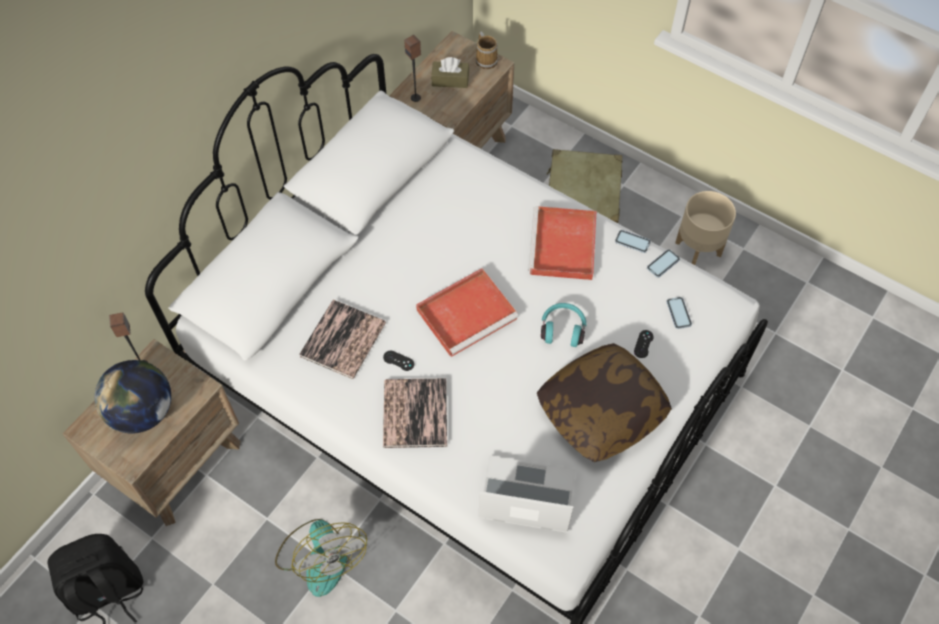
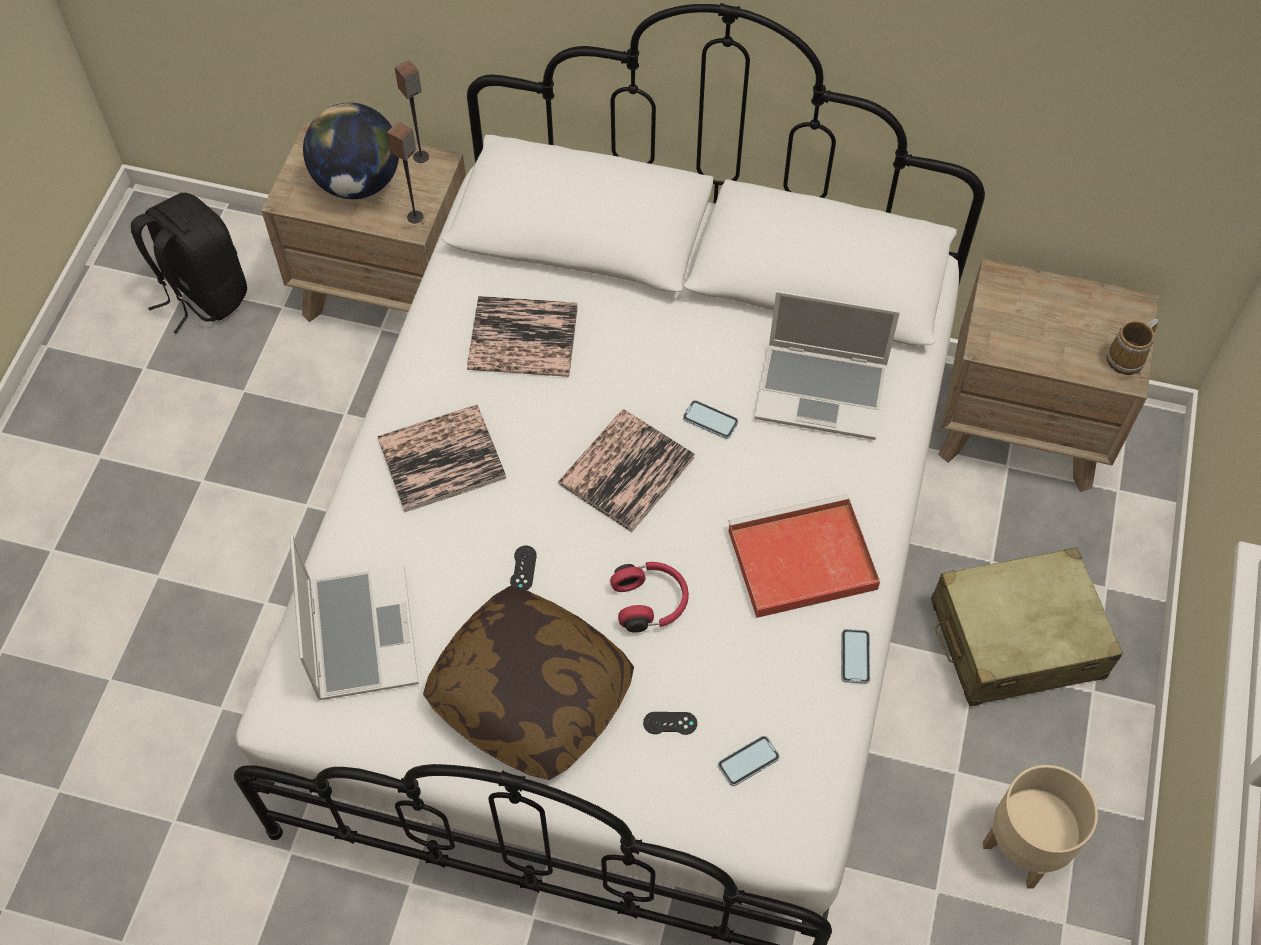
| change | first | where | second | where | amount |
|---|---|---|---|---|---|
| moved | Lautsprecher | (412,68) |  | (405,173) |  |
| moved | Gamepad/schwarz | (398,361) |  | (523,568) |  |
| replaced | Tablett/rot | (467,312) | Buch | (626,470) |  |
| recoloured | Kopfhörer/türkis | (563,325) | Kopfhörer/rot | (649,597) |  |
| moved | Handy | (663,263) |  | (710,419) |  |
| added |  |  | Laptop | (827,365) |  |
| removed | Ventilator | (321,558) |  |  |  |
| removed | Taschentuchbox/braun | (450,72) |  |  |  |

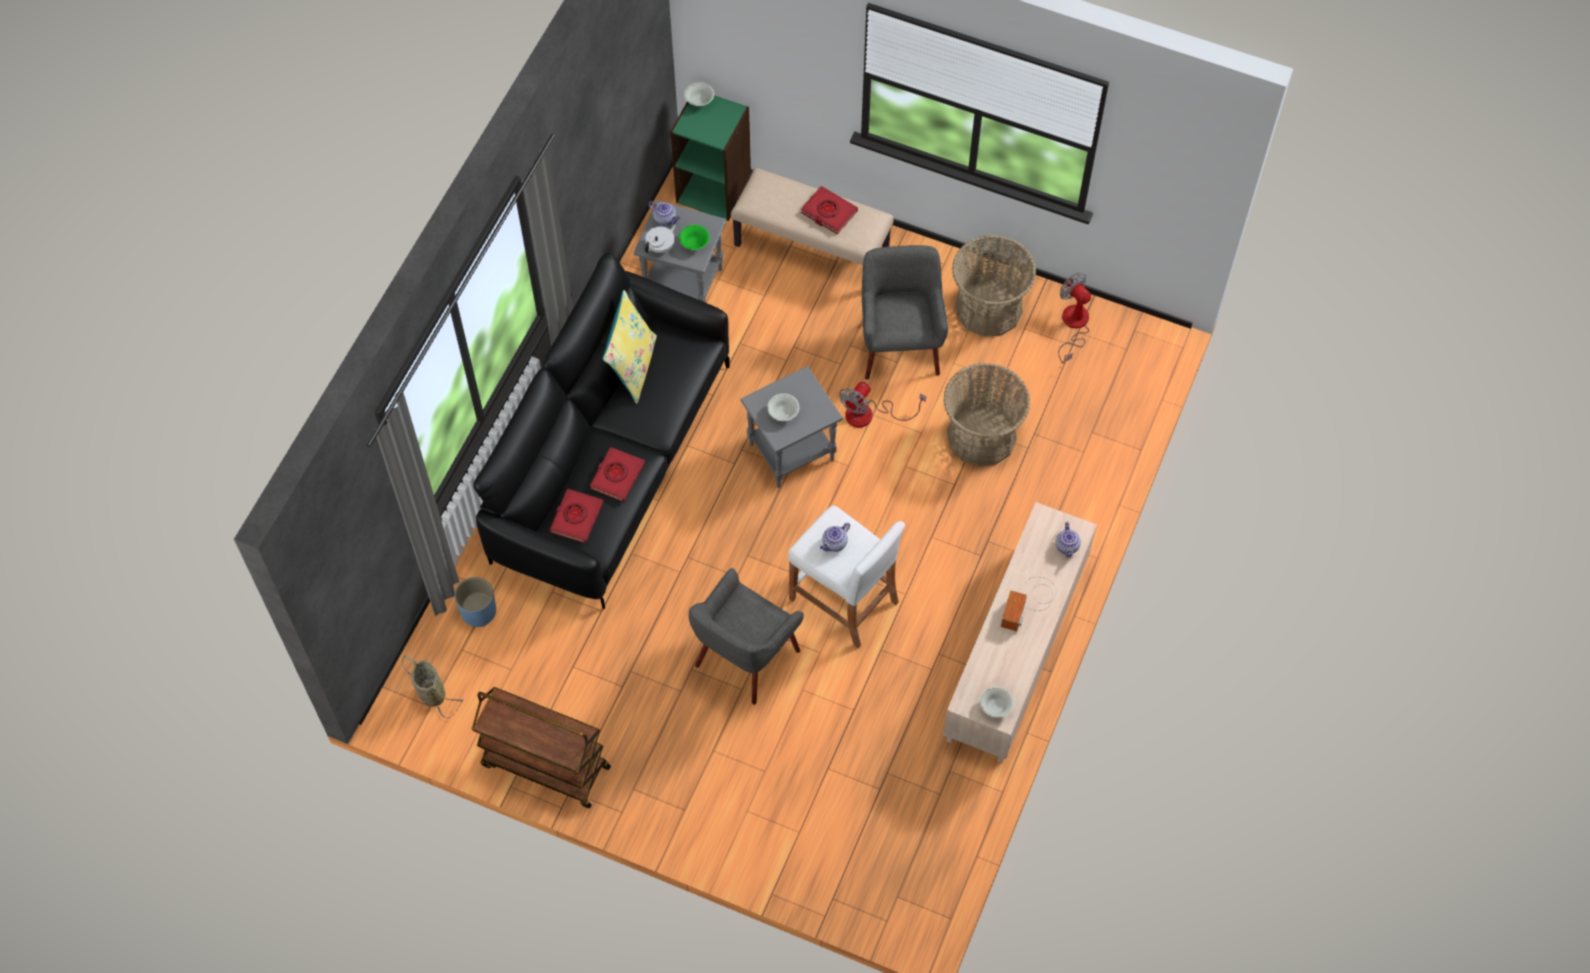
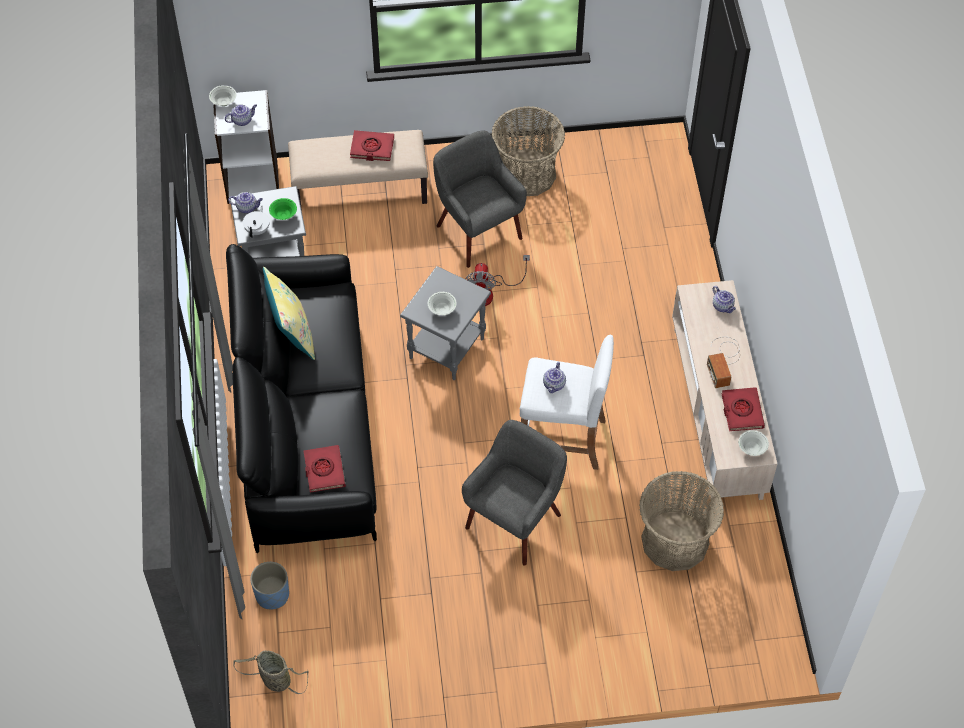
| change | first | where | second | where | amount |
|---|---|---|---|---|---|
| recoloured | Bücherregal/grün | (711,158) | Bücherregal/weiß | (246,147) |  |
| added |  |  | Teekanne | (241,115) |  |
| turned | Sessel/grau | (746,636) |  | (514,493) | 150 degrees counterclockwise |
| moved | Korb | (986,415) |  | (681,521) |  |
| moved | Buch/rot | (617,474) |  | (743,409) |  |
| removed | Rollwagen/braun | (541,747) |  |  |  |
| removed | Ventilator | (1074,318) |  |  |  |

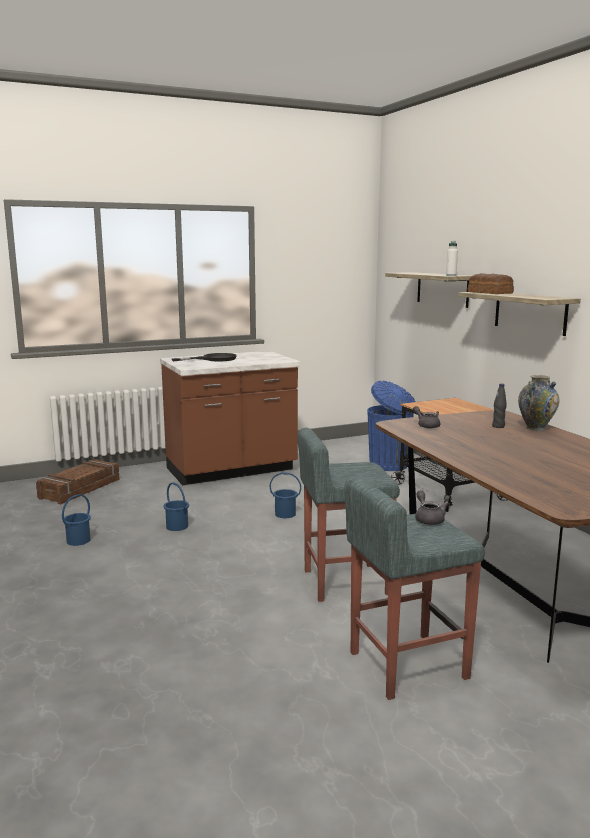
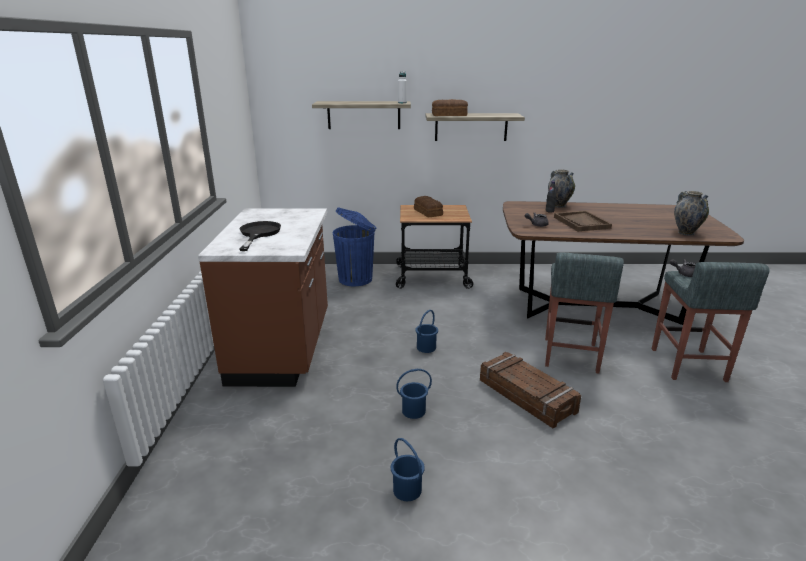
| change | first | where | second | where | amount |
|---|---|---|---|---|---|
| added |  |  | Brot | (428,206) |  |
| moved | Kiste | (78,481) |  | (530,390) |  |
| added |  |  | Tablett/braun | (583,221) |  |
| added |  |  | Vase | (691,213) |  |

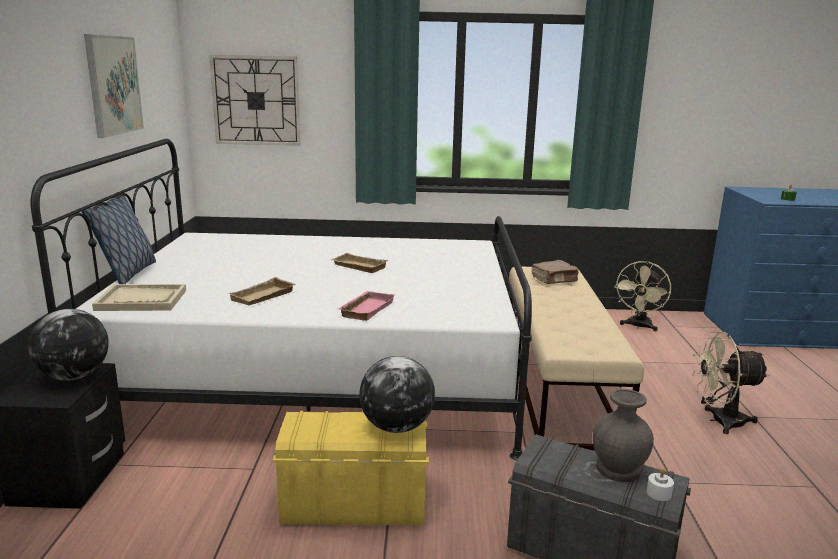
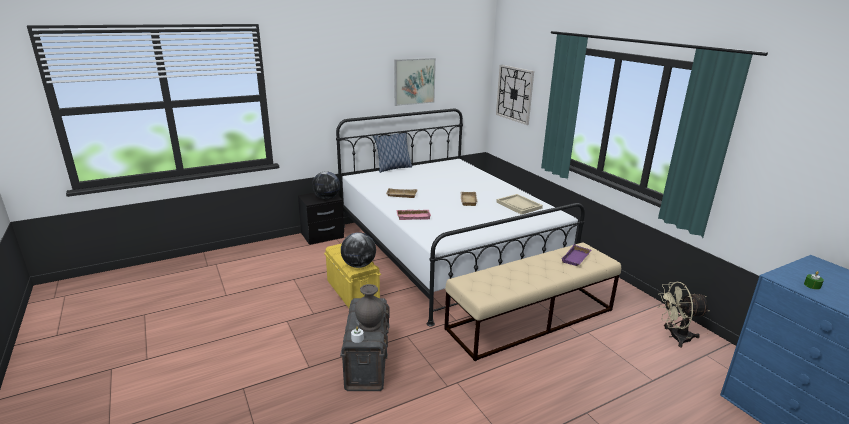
| change | first | where | second | where | amount |
|---|---|---|---|---|---|
| moved | Tablett/beige | (139,297) |  | (519,204) |  |
| replaced | Buch/braun | (555,272) | Tablett/lila | (576,255) |  |
| removed | Ventilator/beige | (730,383) |  |  |  |

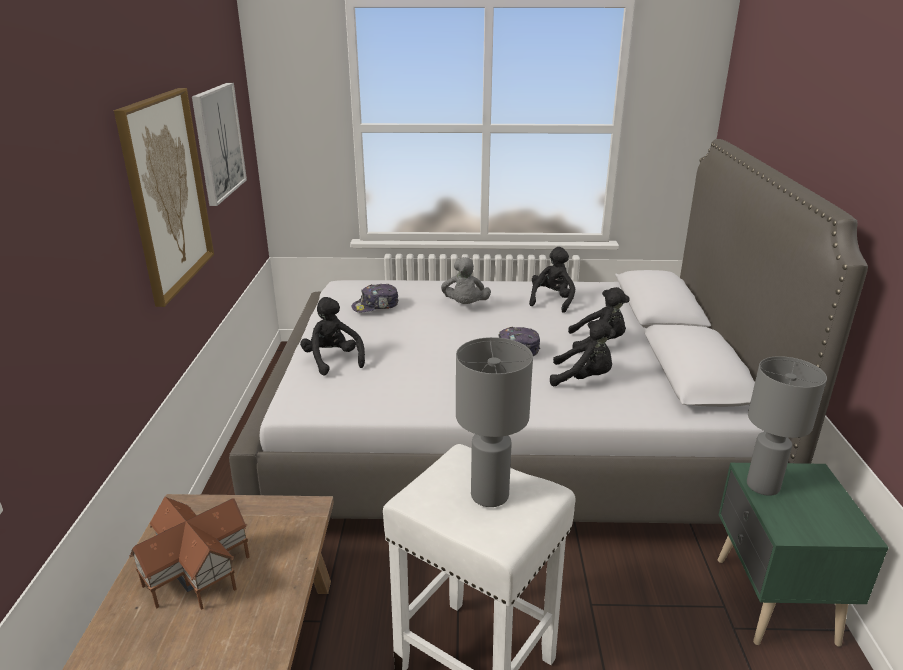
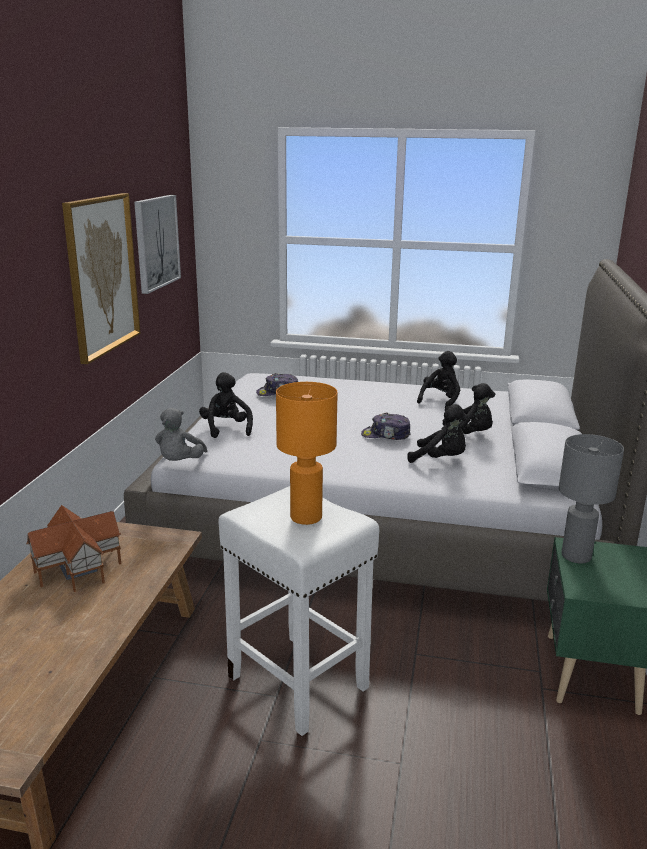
| change | first | where | second | where | amount |
|---|---|---|---|---|---|
| moved | Plüschtier/grau | (466,280) |  | (181,434) |  |
| recoloured | Tischlampe/grau | (494,422) | Tischlampe/orange | (307,453) |  |

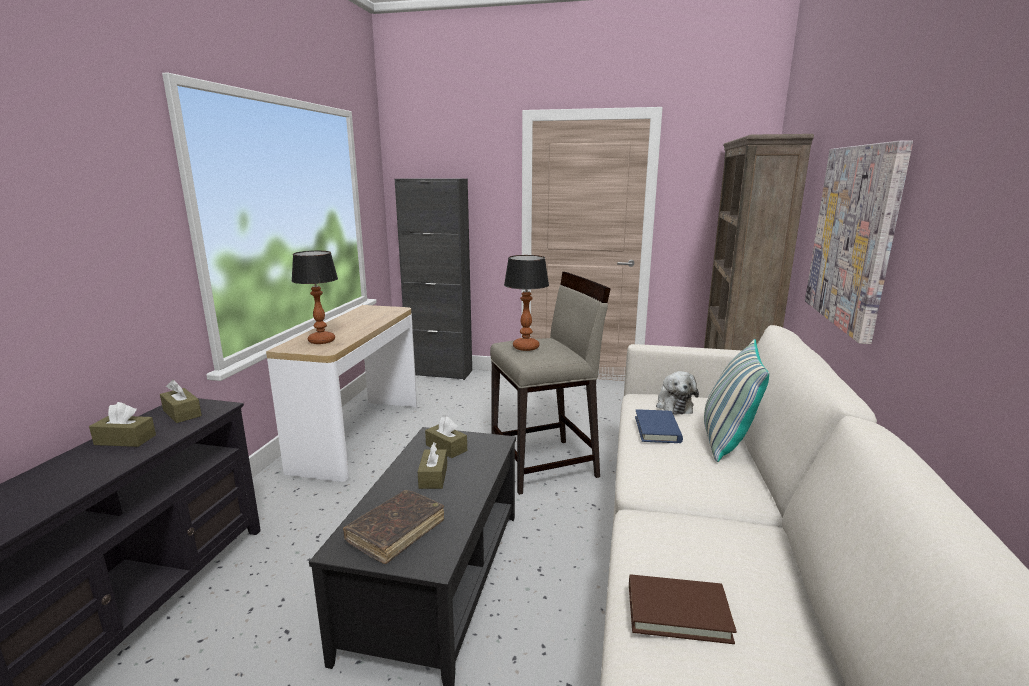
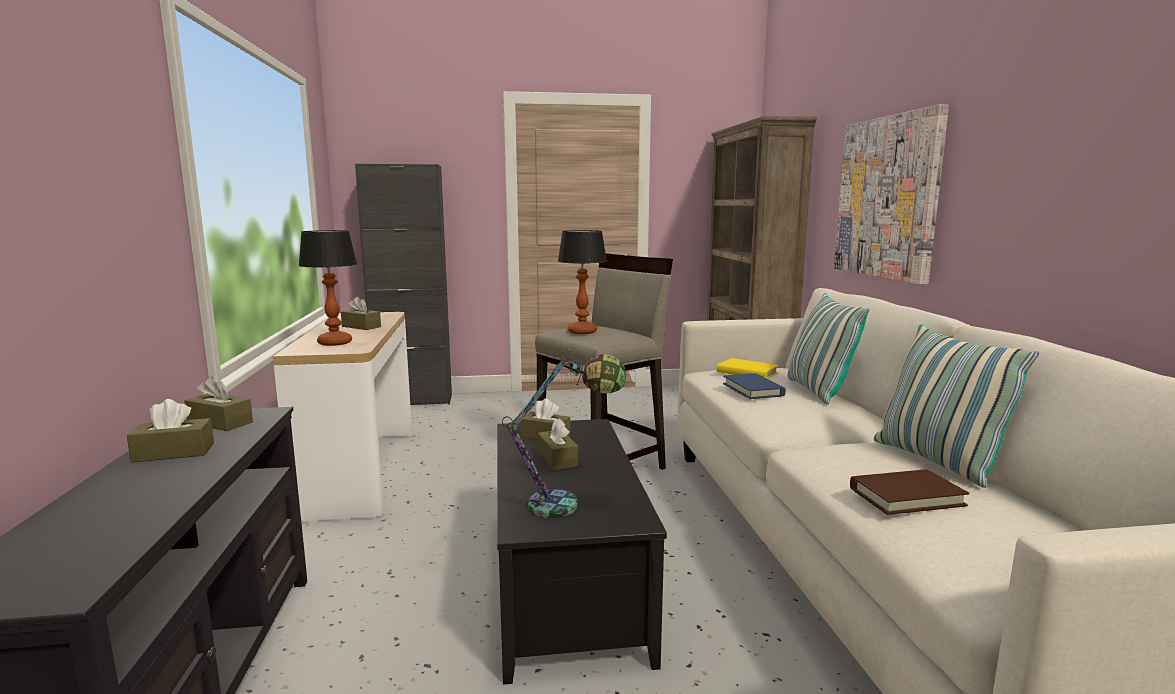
| change | first | where | second | where | amount |
|---|---|---|---|---|---|
| added |  |  | Taschentuchbox/braun | (361,313) |  |
| replaced | Buch/braun | (393,527) | Tischlampe | (564,433) |  |
| replaced | Plüschtier | (677,393) | Buch/gelb | (748,368) |  |
| added |  |  | Kissen | (957,406) |  |

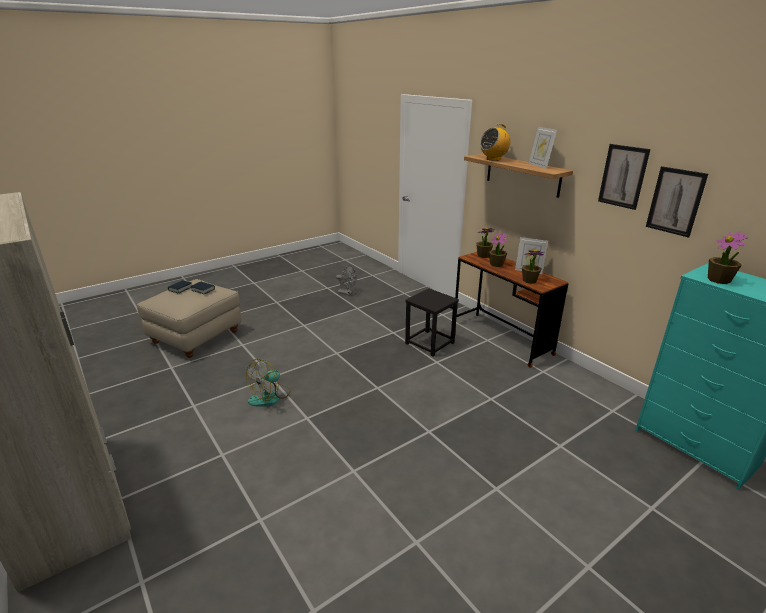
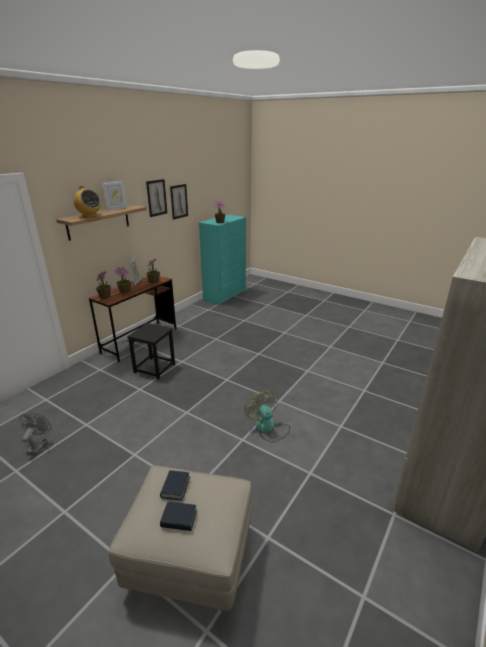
| change | first | where | second | where | amount |
|---|---|---|---|---|---|
| turned | Ventilator | (268,383) |  | (267,416) | 135 degrees counterclockwise |

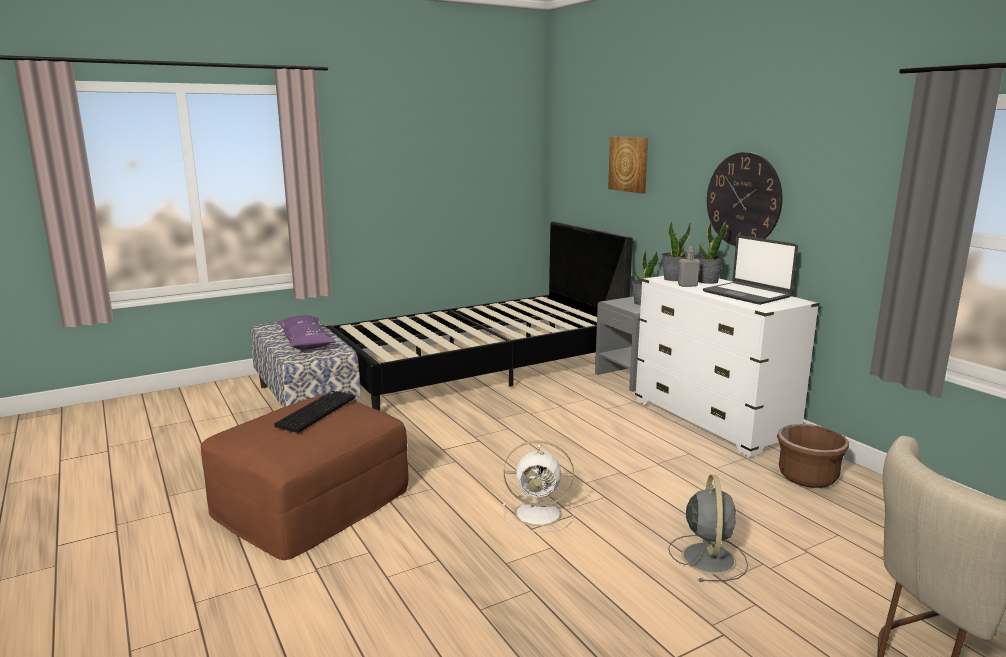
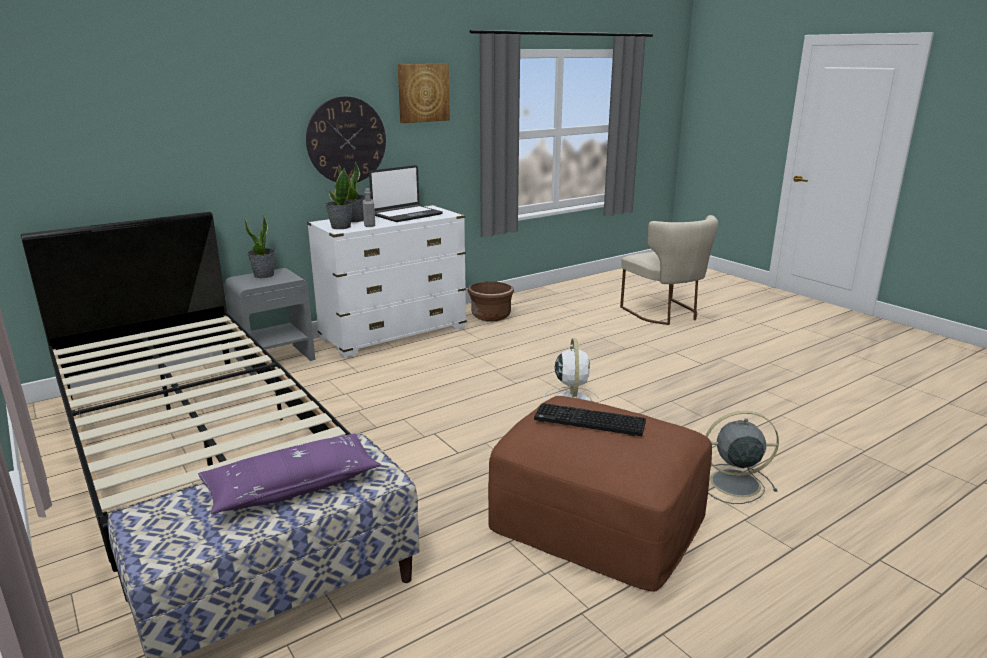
| change | first | where | second | where | amount |
|---|---|---|---|---|---|
| moved | Bild | (628,164) |  | (424,93) |  |
| moved | Ventilator/grau | (708,528) |  | (742,457) |  |

